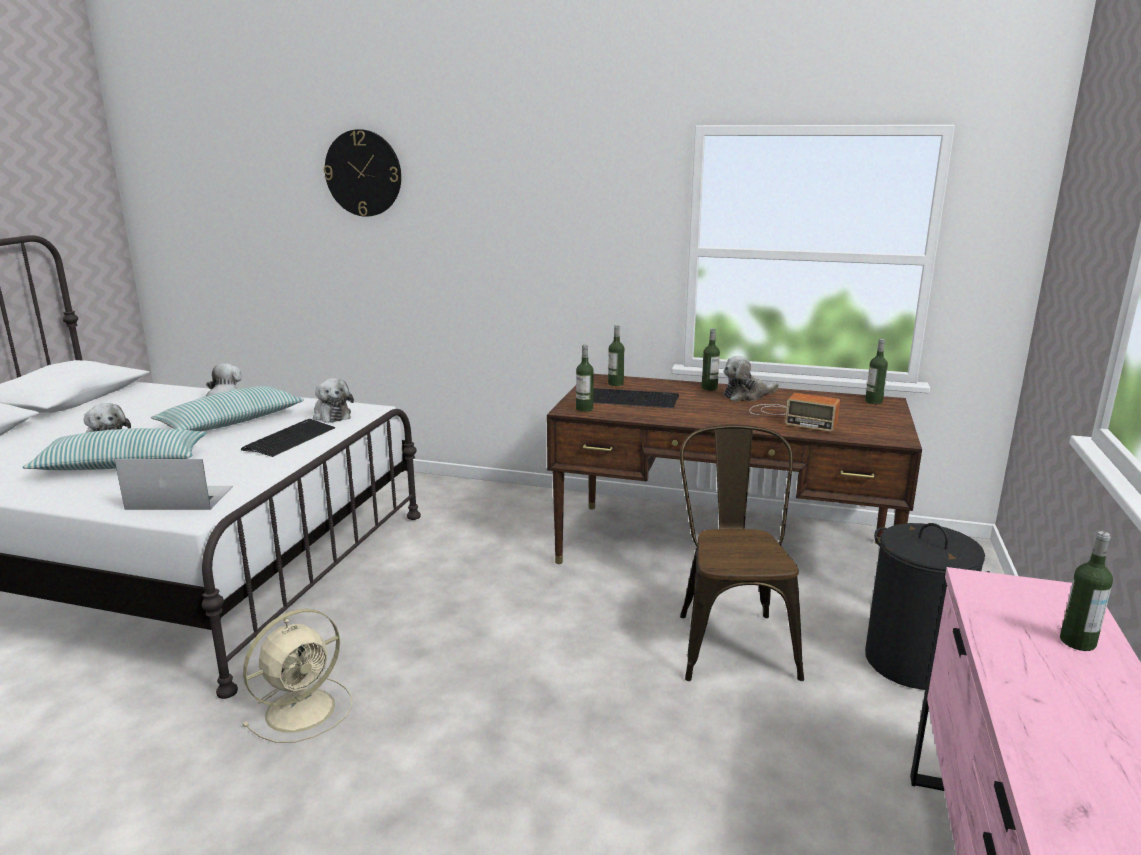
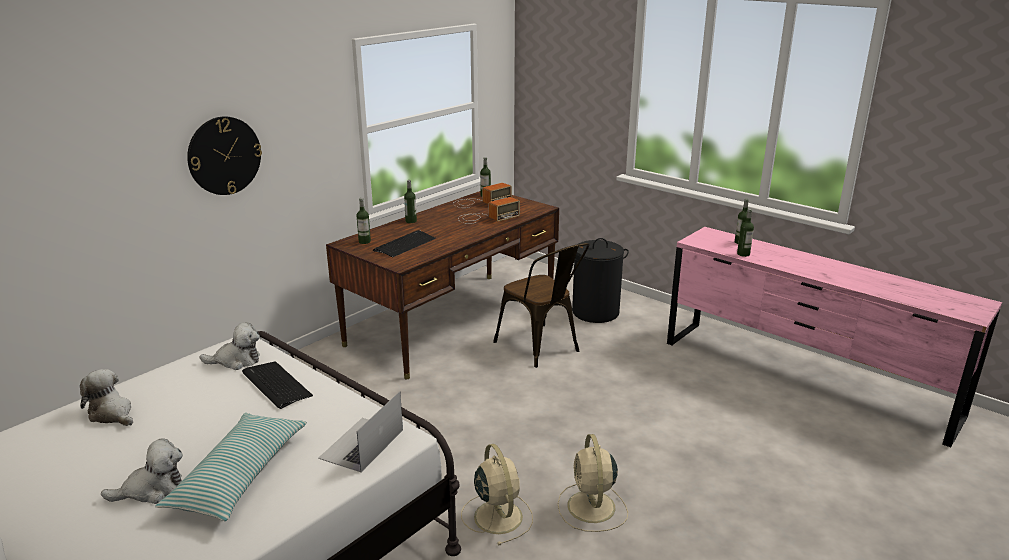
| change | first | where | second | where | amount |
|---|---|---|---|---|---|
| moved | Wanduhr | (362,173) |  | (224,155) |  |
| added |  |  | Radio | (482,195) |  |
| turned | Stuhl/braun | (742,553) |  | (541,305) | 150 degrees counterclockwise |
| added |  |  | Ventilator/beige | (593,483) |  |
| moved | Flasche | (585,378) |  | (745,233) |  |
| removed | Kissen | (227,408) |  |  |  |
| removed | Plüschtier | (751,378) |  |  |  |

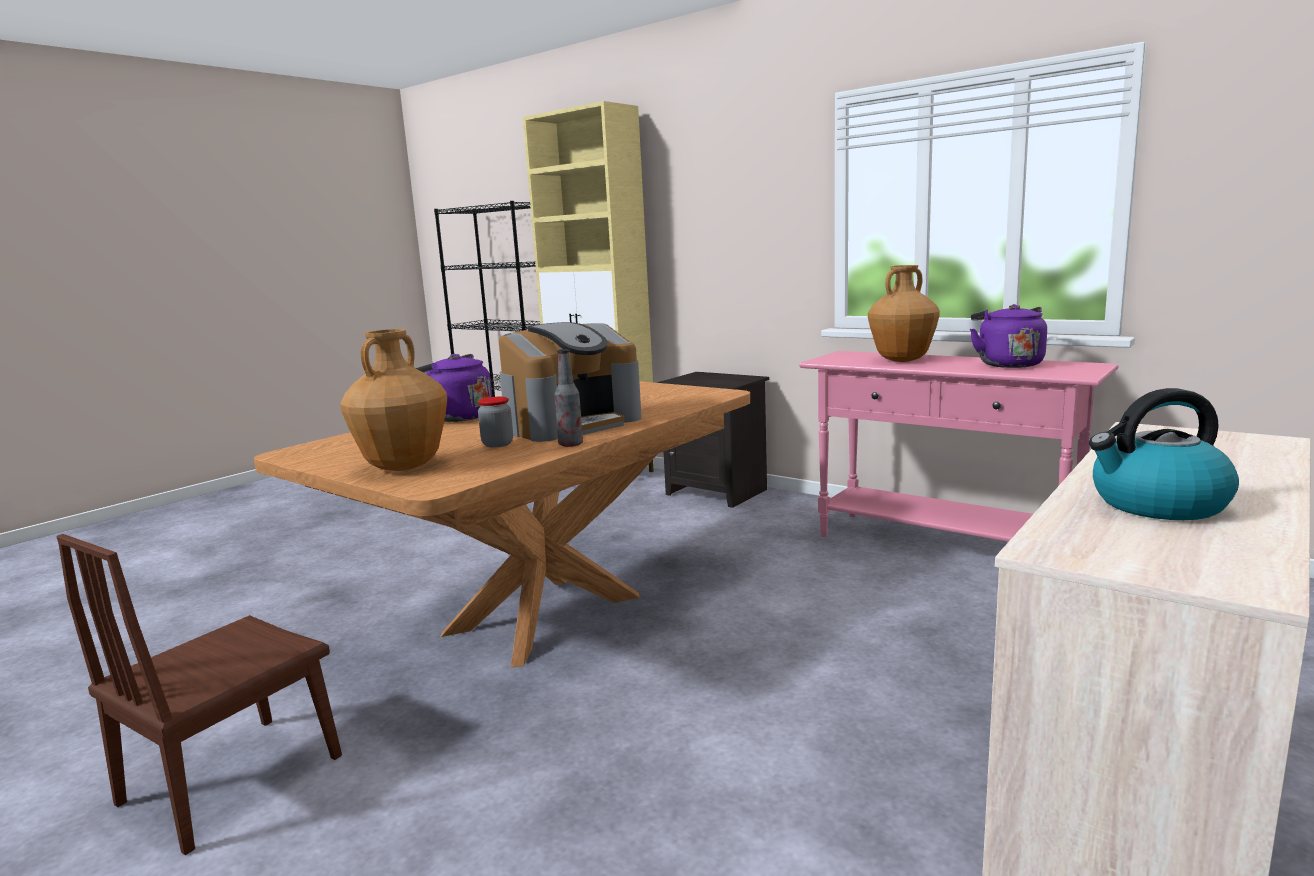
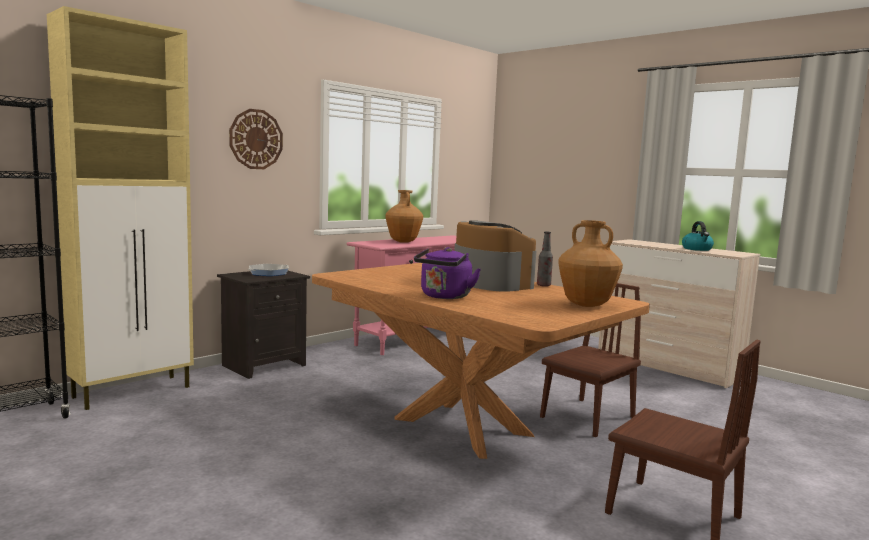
| change | first | where | second | where | amount |
|---|---|---|---|---|---|
| added |  |  | Wanduhr | (256,139) |  |
| added |  |  | Pfanne | (268,270) |  |
| added |  |  | Stuhl/braun | (590,360) |  |
| removed | Vorratsglas | (495,422) |  |  |  |
| removed | Wasserkessel/lila | (1008,336) |  |  |  |

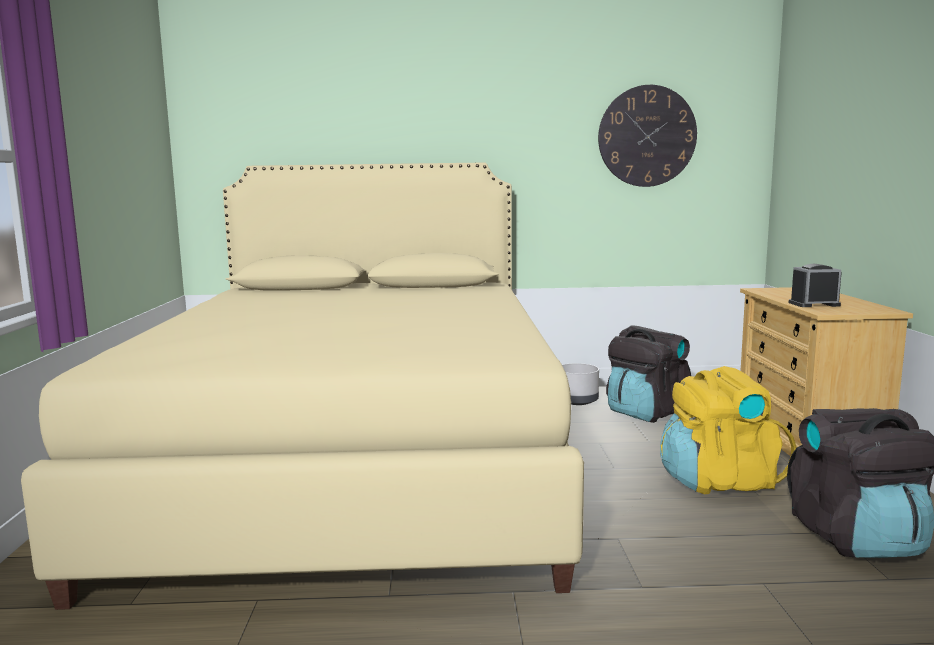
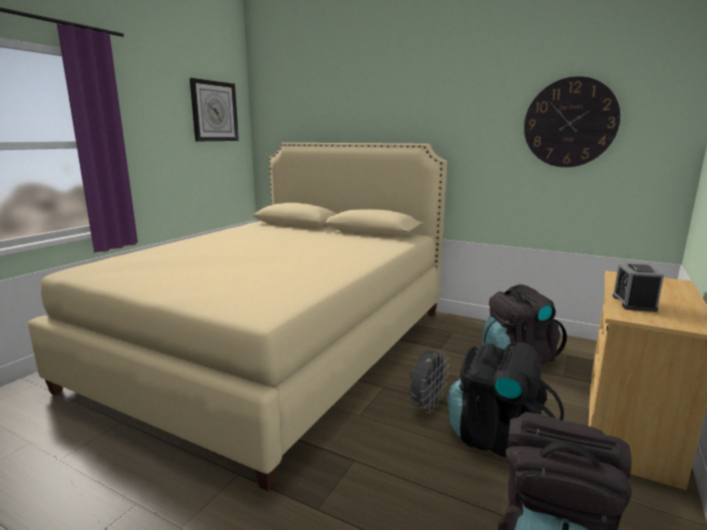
| change | first | where | second | where | amount |
|---|---|---|---|---|---|
| added |  |  | Wanduhr | (214,109) |  |
| added |  |  | Ventilator/grau | (429,382) |  |
| recoloured | Rucksack/gelb | (728,430) | Rucksack/schwarz | (505,399) |  |
| turned | Wecker | (815,285) |  | (638,288) | 105 degrees counterclockwise |
| removed | Pflanzkübel/grau | (580,384) |  |  |  |

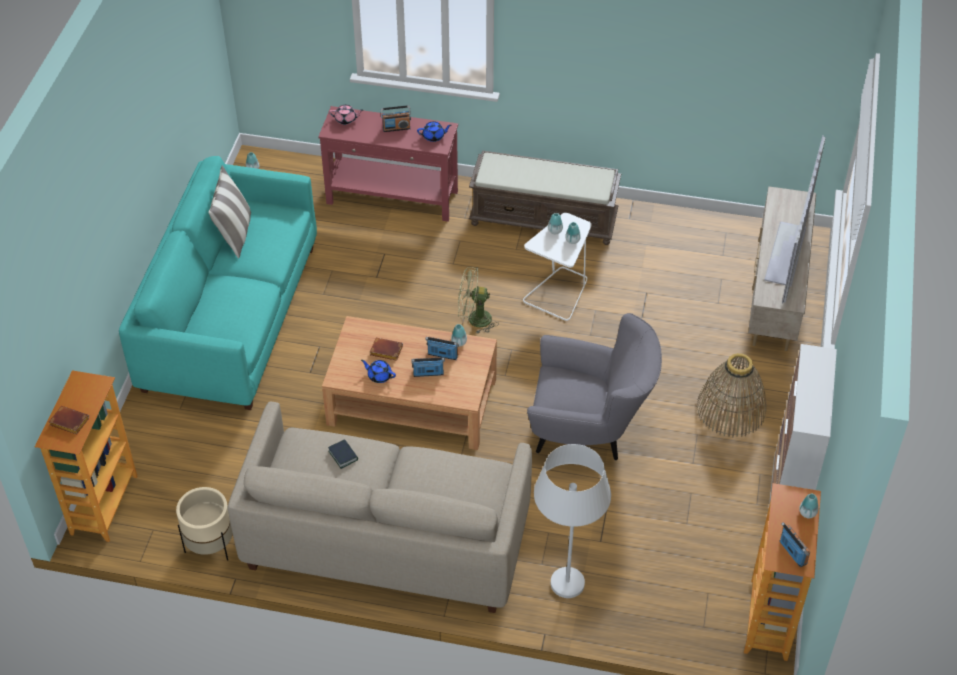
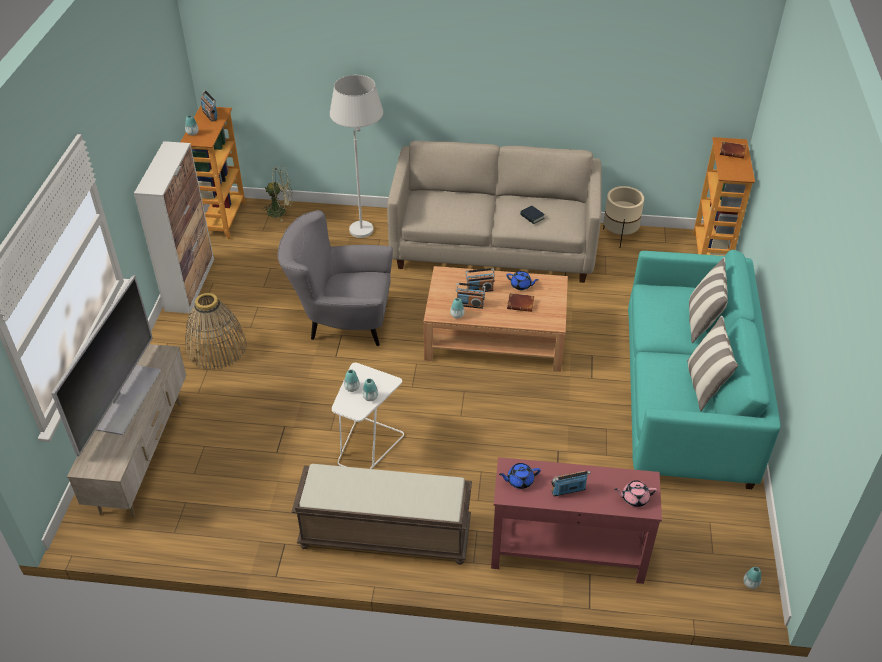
| change | first | where | second | where | amount |
|---|---|---|---|---|---|
| moved | Ventilator/grün | (478,300) |  | (277,194) |  |
| added |  |  | Kissen | (708,300) |  |

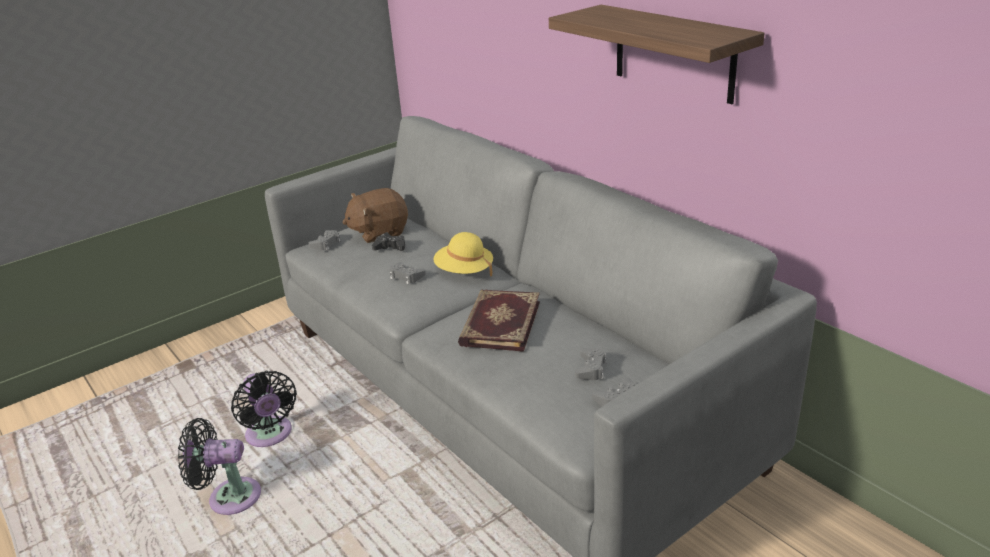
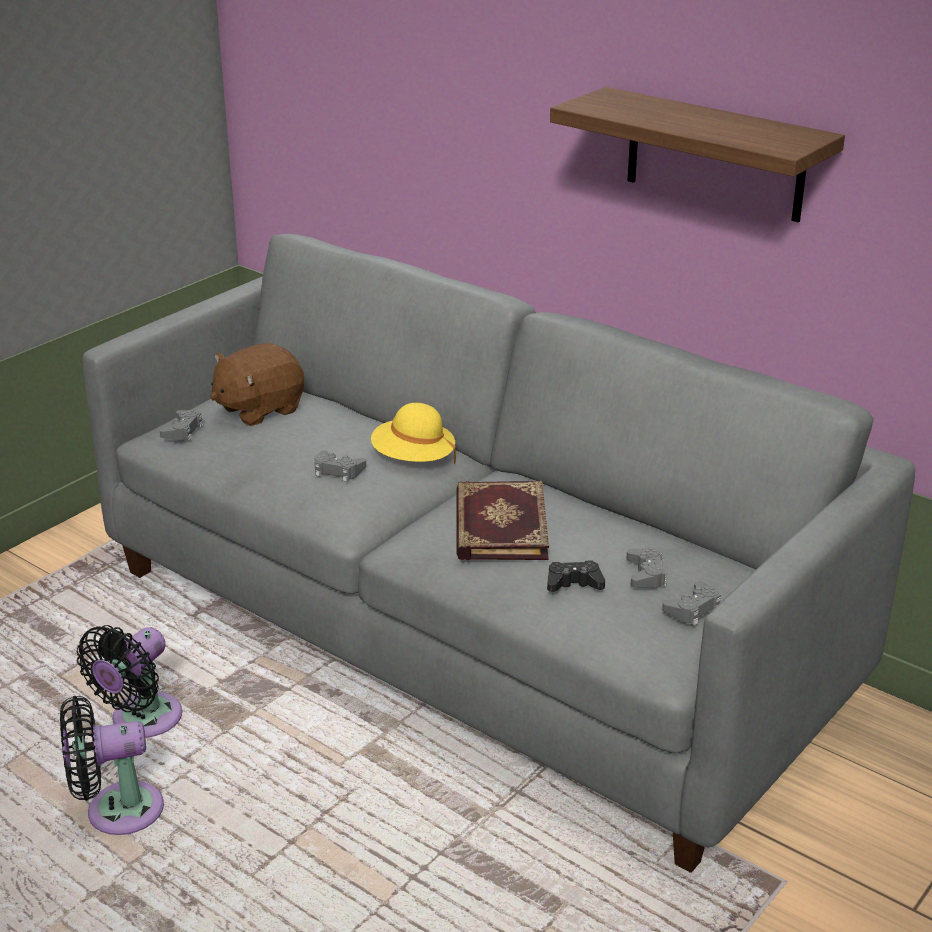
| change | first | where | second | where | amount |
|---|---|---|---|---|---|
| turned | Ventilator/schwarz | (264,409) |  | (129,681) | 75 degrees clockwise |
| moved | Gamepad/schwarz | (388,243) |  | (576,576) |  |

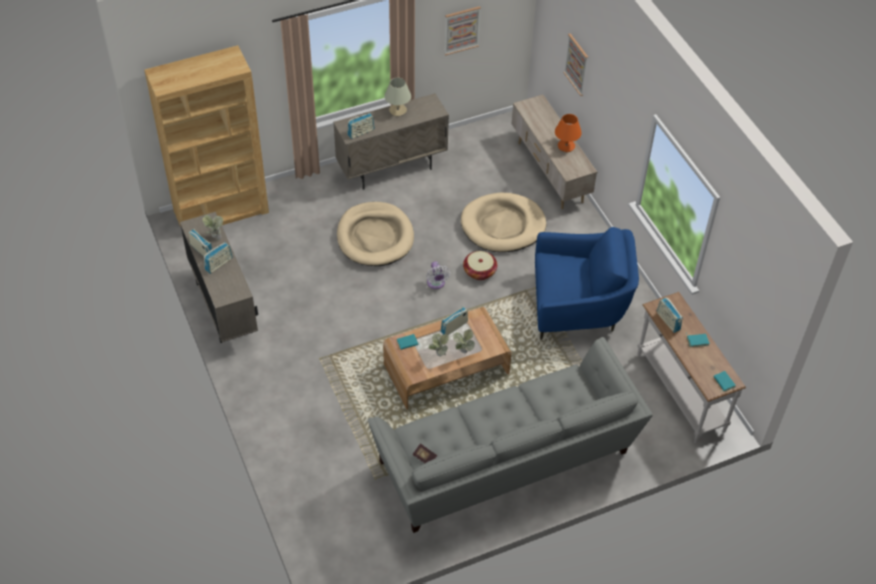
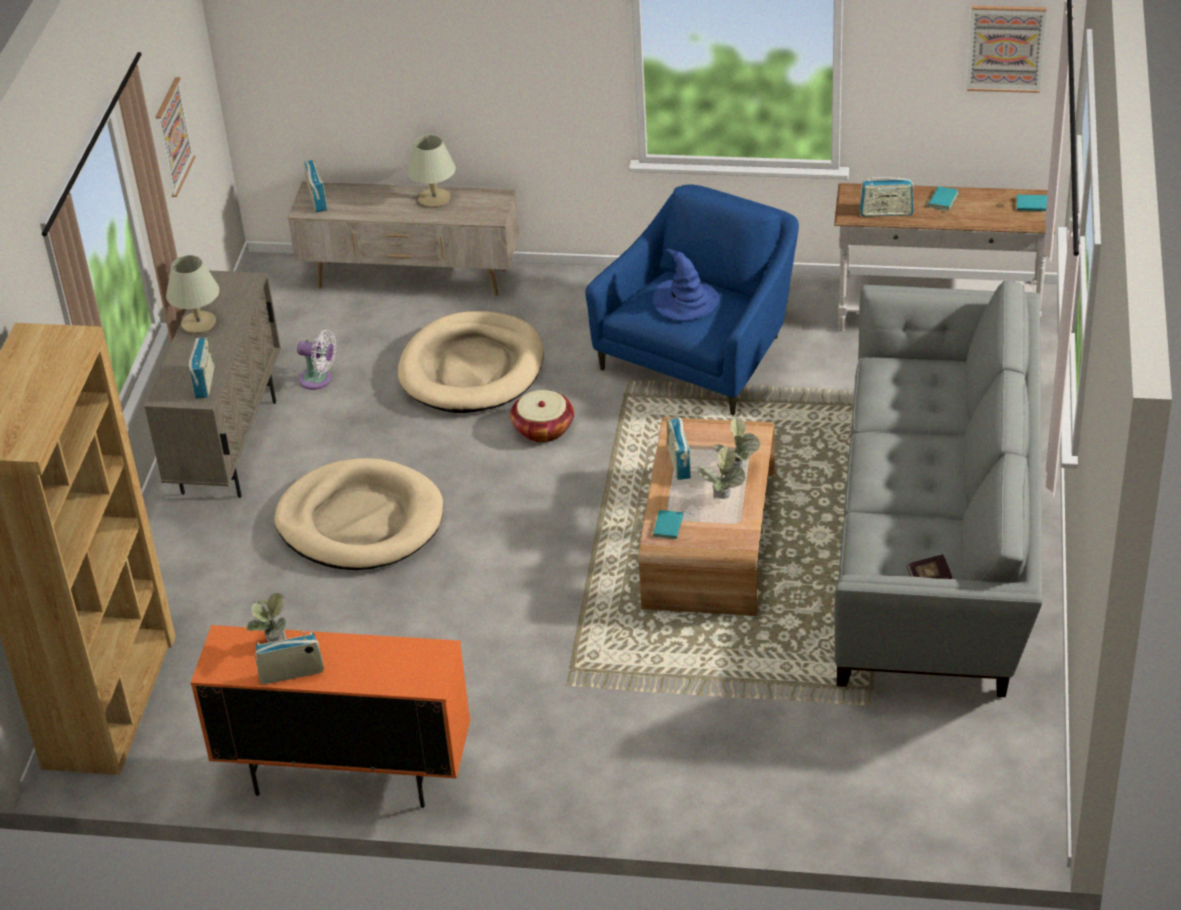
| change | first | where | second | where | amount |
|---|---|---|---|---|---|
| recoloured | Schrank/beige | (219,277) | Schrank/orange | (330,716) |  |
| moved | Ventilator/weiß | (438,275) |  | (316,360) |  |
| moved | Radio | (218,258) |  | (315,186) |  |
| recoloured | Tischlampe/orange | (568,133) | Tischlampe/beige | (431,171) |  |
| added |  |  | Hut/blau | (686,285) |  |
| moved | Bild | (575,64) |  | (1007,49) |  |

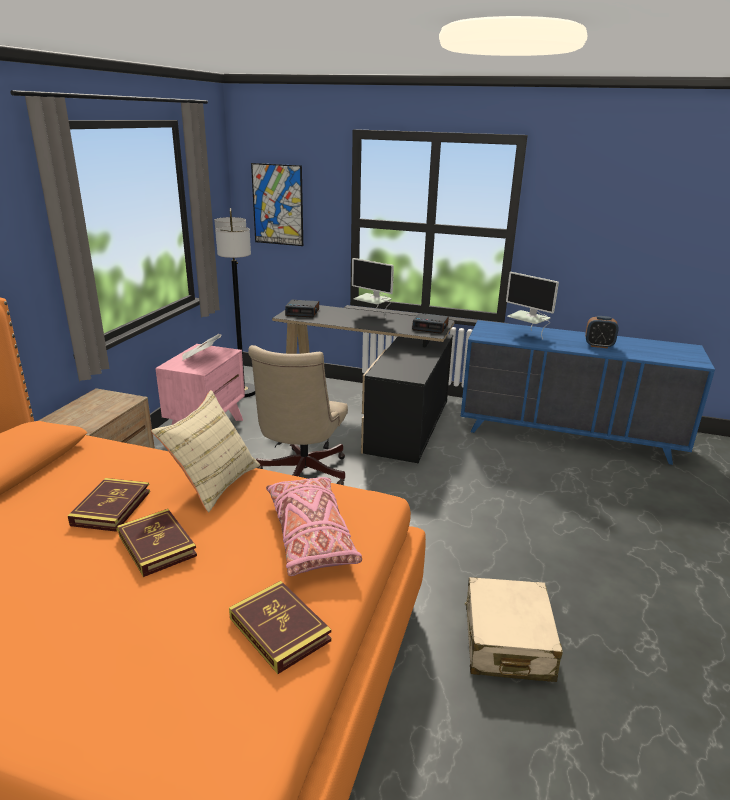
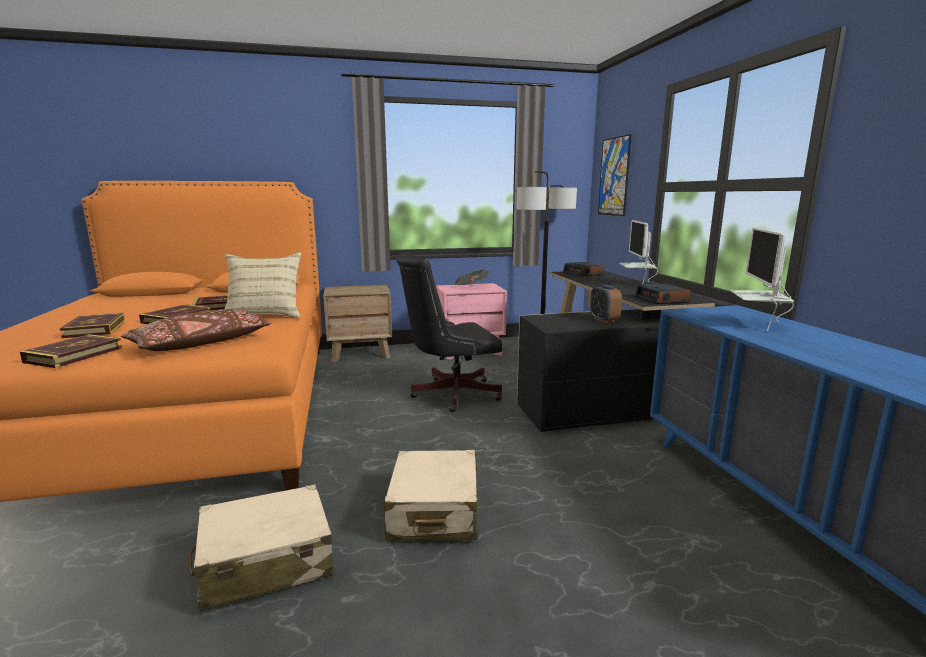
| change | first | where | second | where | amount |
|---|---|---|---|---|---|
| added |  |  | Buch | (92,325) |  |
| recoloured | Kissen/rosa | (314,526) | Kissen/braun | (196,330) |  |
| added |  |  | Koffer/beige | (431,495) |  |
| recoloured | Bürostuhl/beige | (298,415) | Bürostuhl/schwarz | (449,332) |  |
| moved | Wecker | (602,332) |  | (606,303) |  |

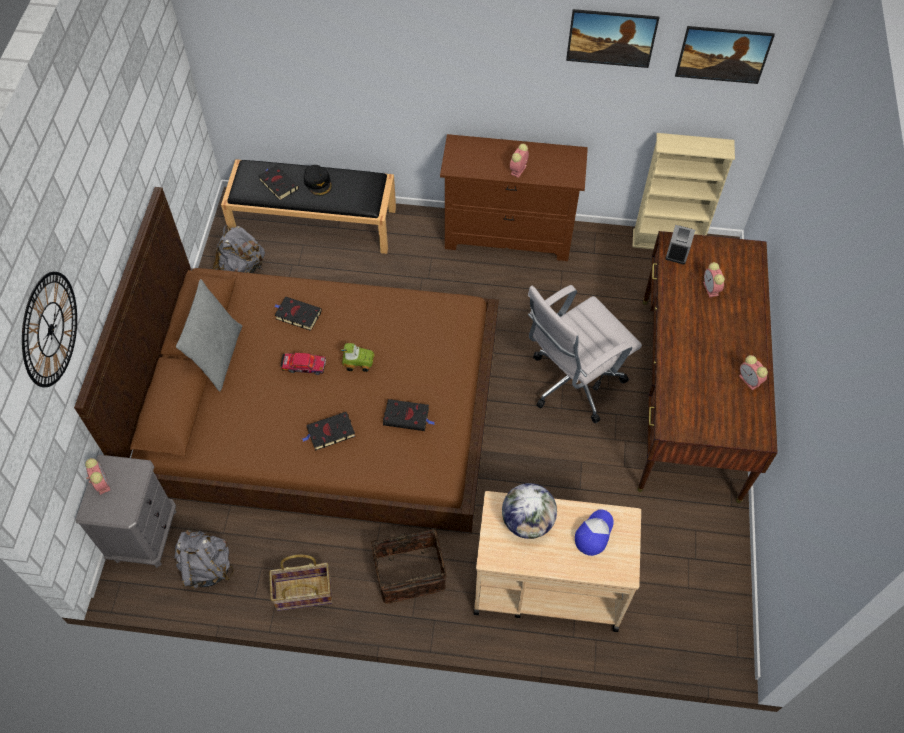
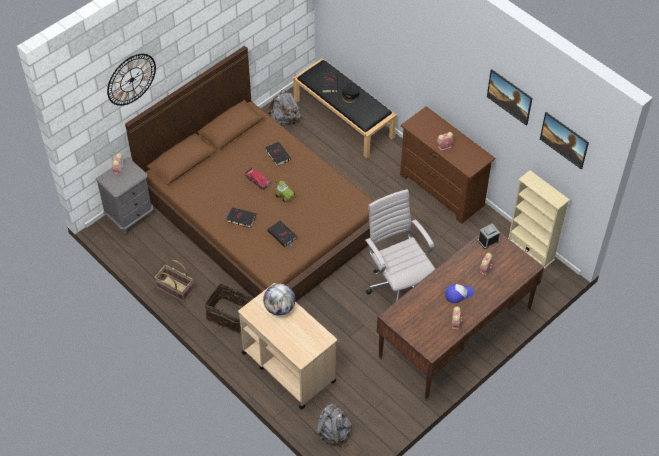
| change | first | where | second | where | amount |
|---|---|---|---|---|---|
| moved | Rucksack/grau | (204,558) |  | (333,425) |  |
| turned | Bürostuhl/weiß | (585,354) |  | (400,245) | 60 degrees clockwise |
| moved | Kappe | (594,532) |  | (459,293) |  |
| removed | Kissen/grau | (209,335) |  |  |  |

